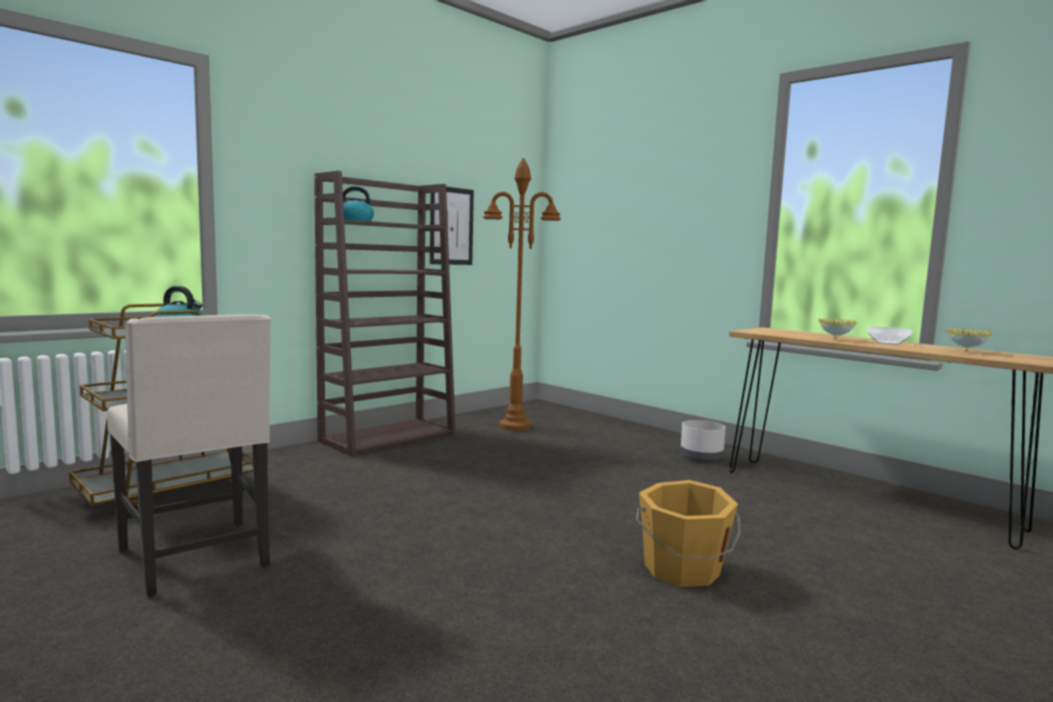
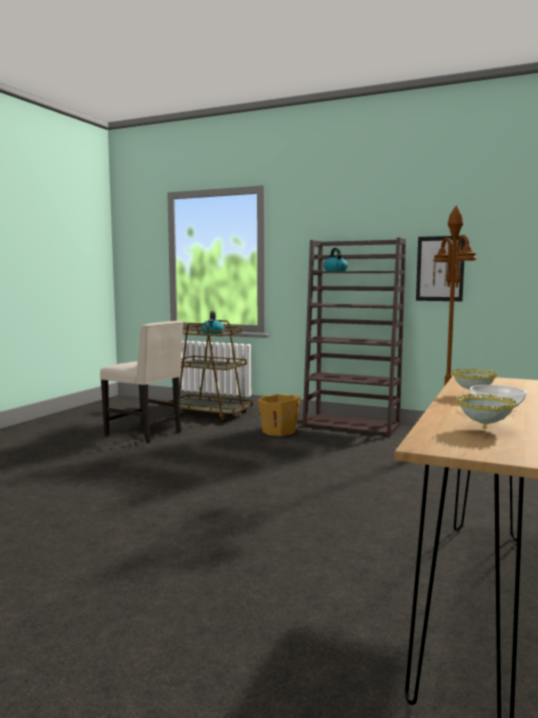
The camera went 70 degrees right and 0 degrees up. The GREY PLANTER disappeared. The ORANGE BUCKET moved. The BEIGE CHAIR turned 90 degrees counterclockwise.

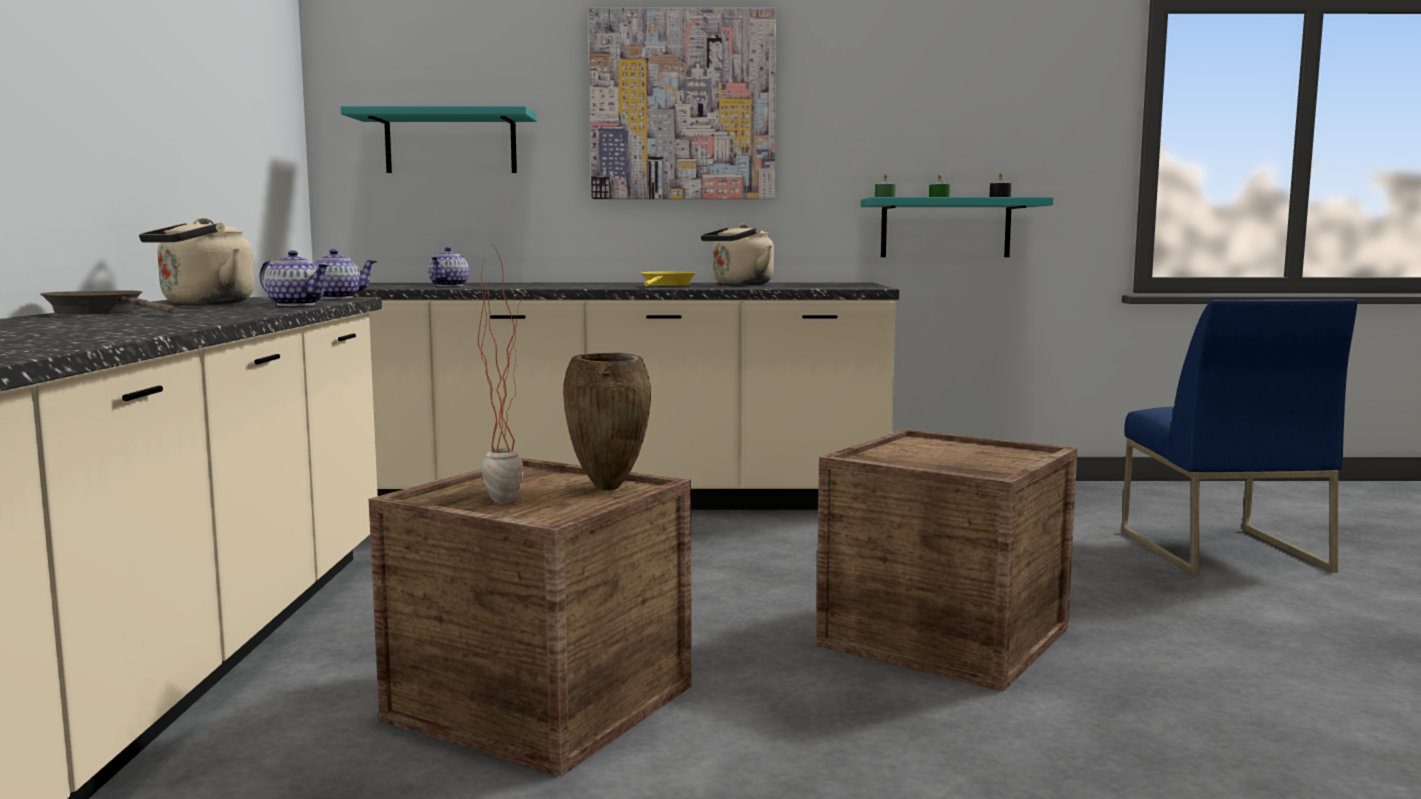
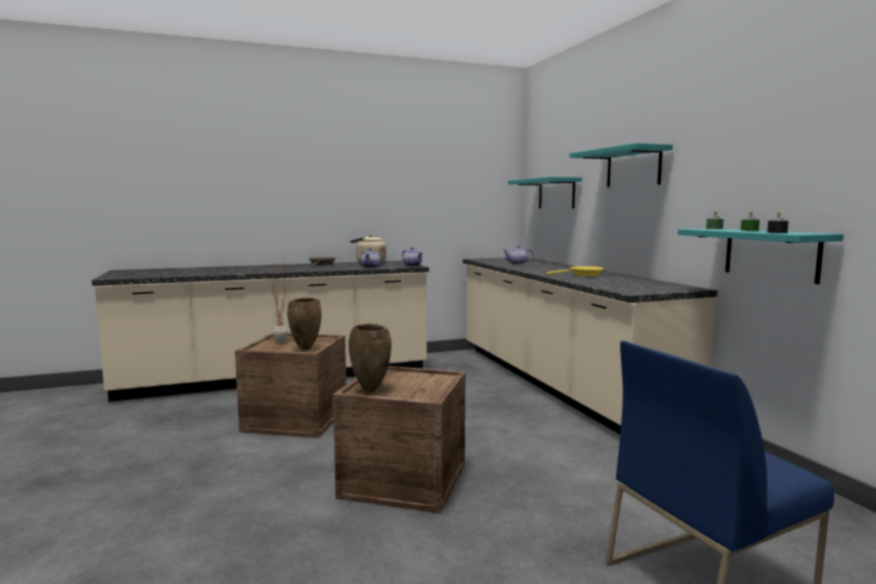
The camera went 70 degrees right and 0 degrees up. The BEIGE KETTLE (2nd from left) disappeared. The BROWN VASE (2nd from left) appeared. The PICTURE was replaced by the TURQUOISE SHELF (2nd from left).

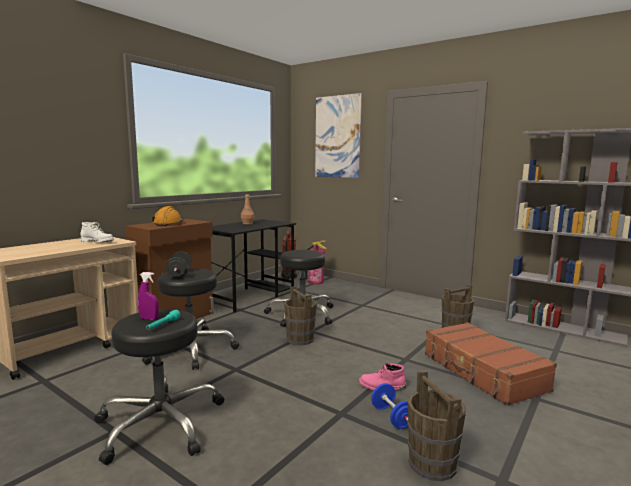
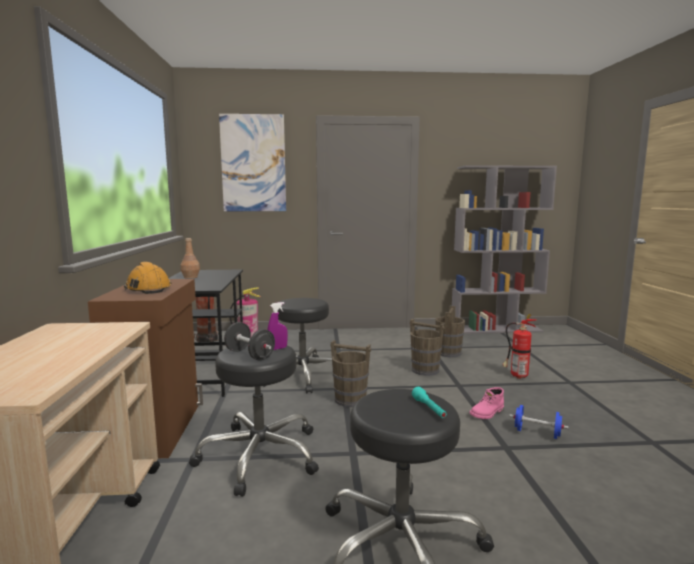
The camera went 40 degrees left and 0 degrees up. The WHITE BOOT disappeared. The PURPLE SPRAY BOTTLE moved. The BROWN BUCKET (2nd from left) moved. The BROWN SUITCASE was replaced by the FIRE EXTINGUISHER (3rd from left).

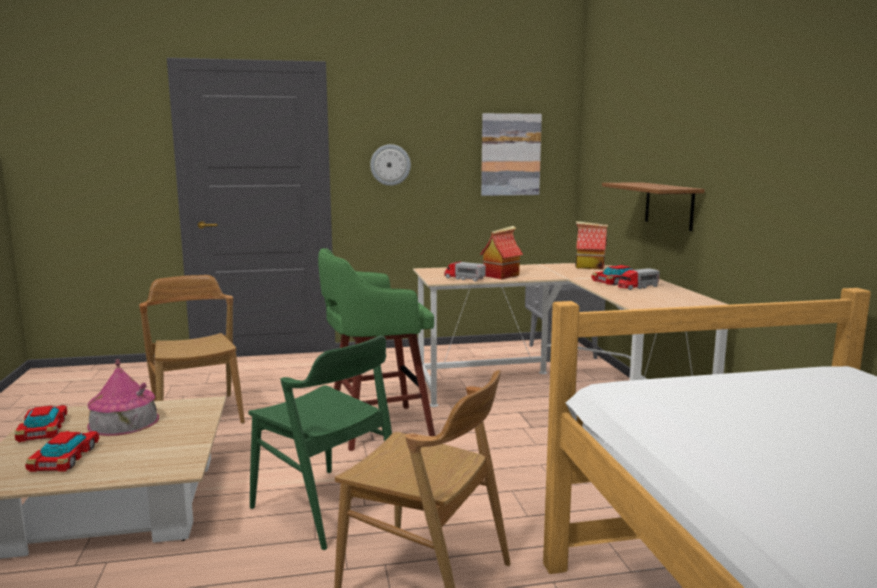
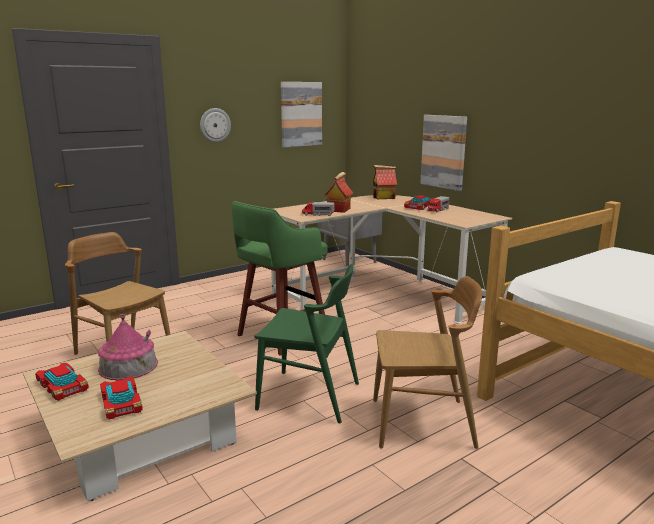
The camera went 25 degrees left and 5 degrees up. The SHELF was replaced by the PICTURE (2nd from left).

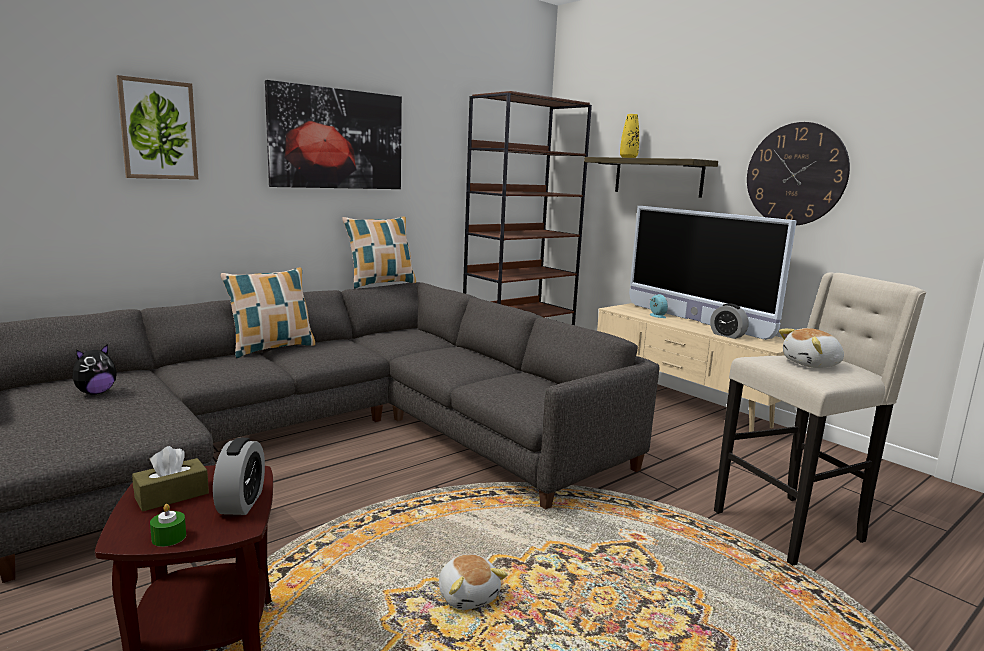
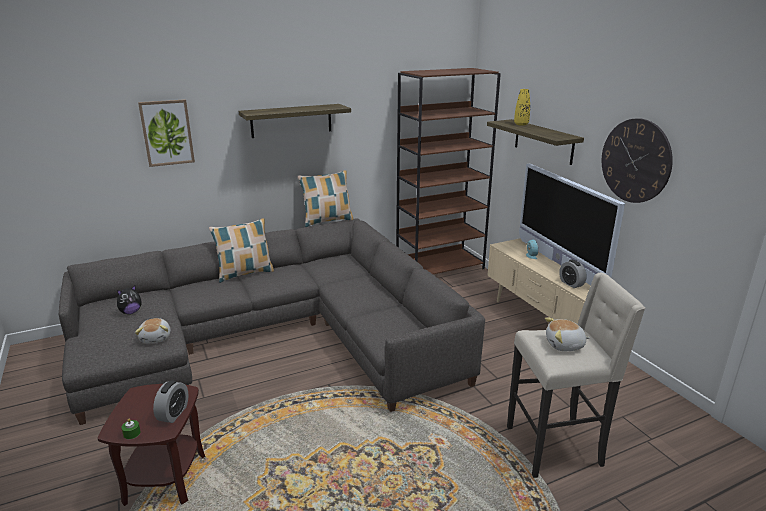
The camera went 15 degrees right and 10 degrees up. The BROWN TISSUE BOX disappeared. The PLUSH TOY (2nd from left) moved. The PICTURE (2nd from left) was replaced by the SHELF (1st from left).

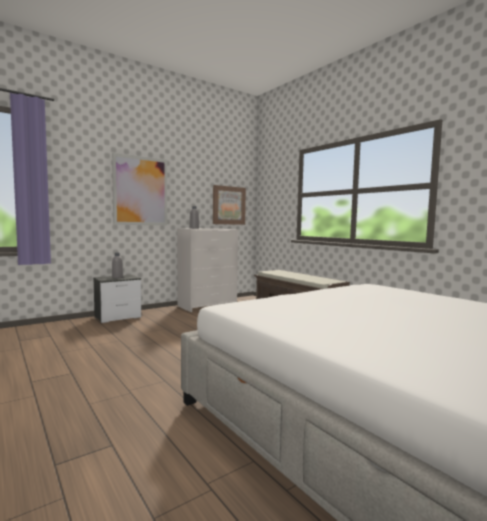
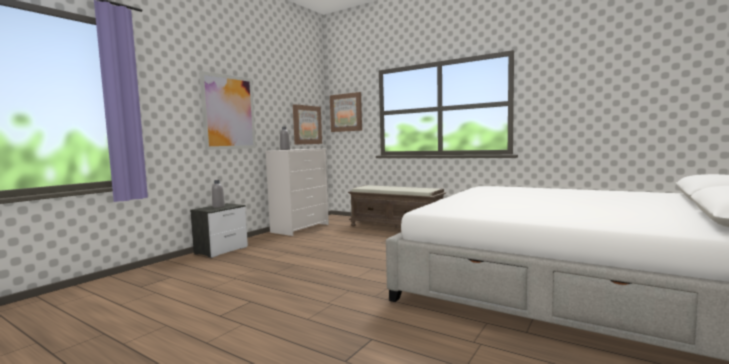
The camera went 20 degrees left and 0 degrees up. The PICTURE (3rd from left) appeared.

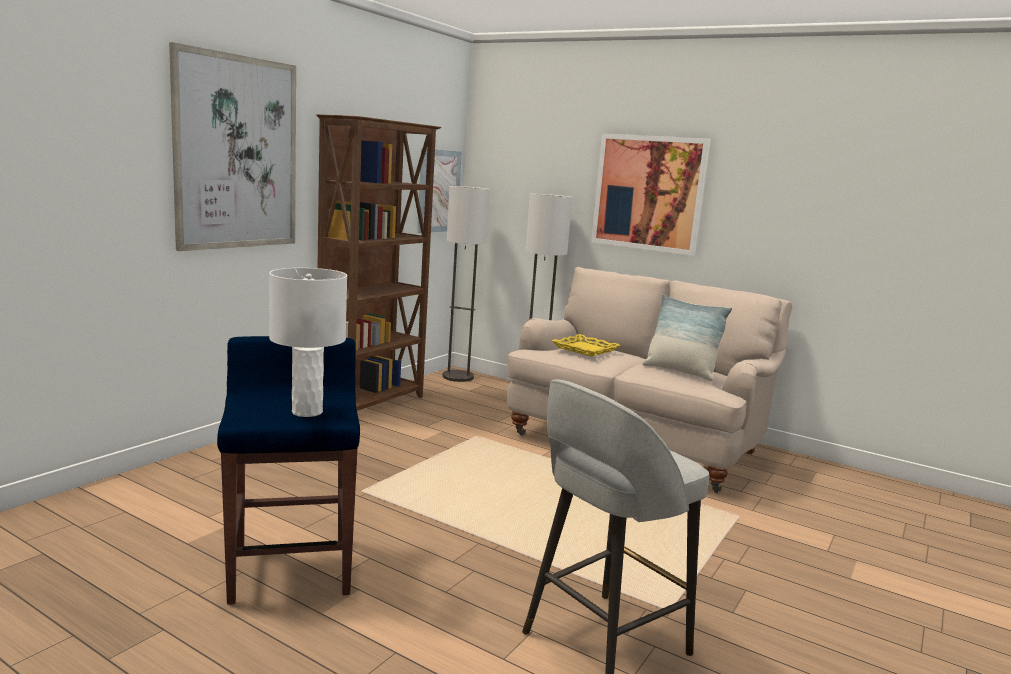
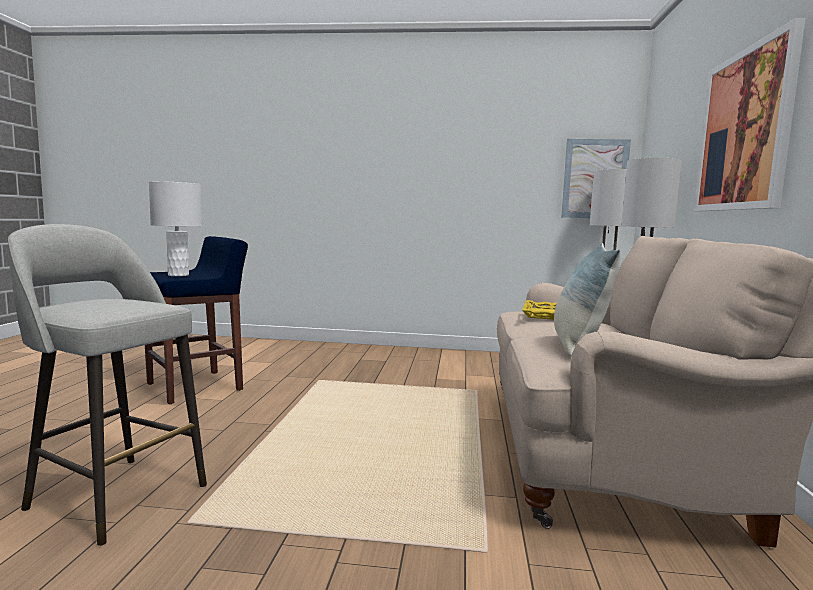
The camera went 65 degrees right and 5 degrees down. The PICTURE (1st from left) disappeared. The BROWN BOOKCASE disappeared.

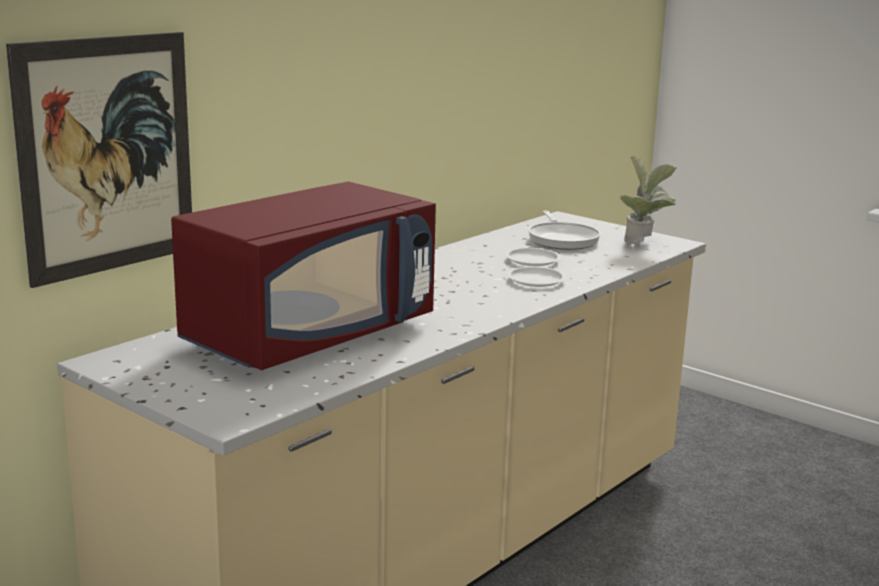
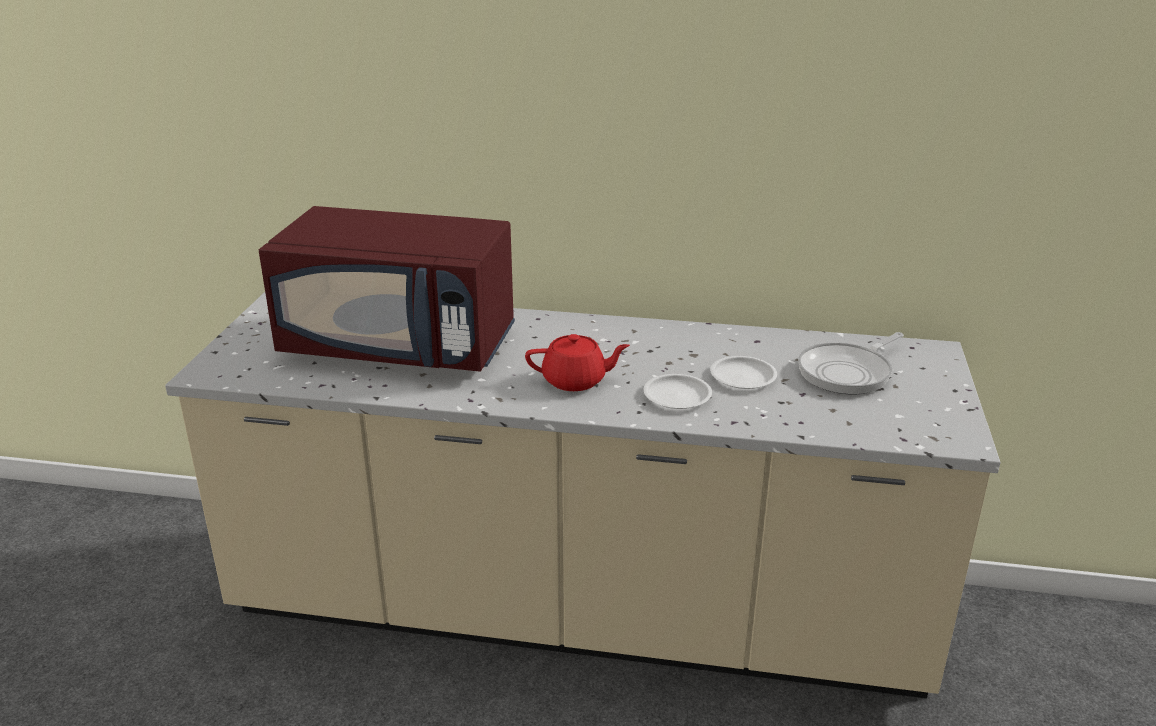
The camera went 60 degrees right and 10 degrees up. The PICTURE disappeared. The POTTED PLANT disappeared. The RED TEAPOT appeared.

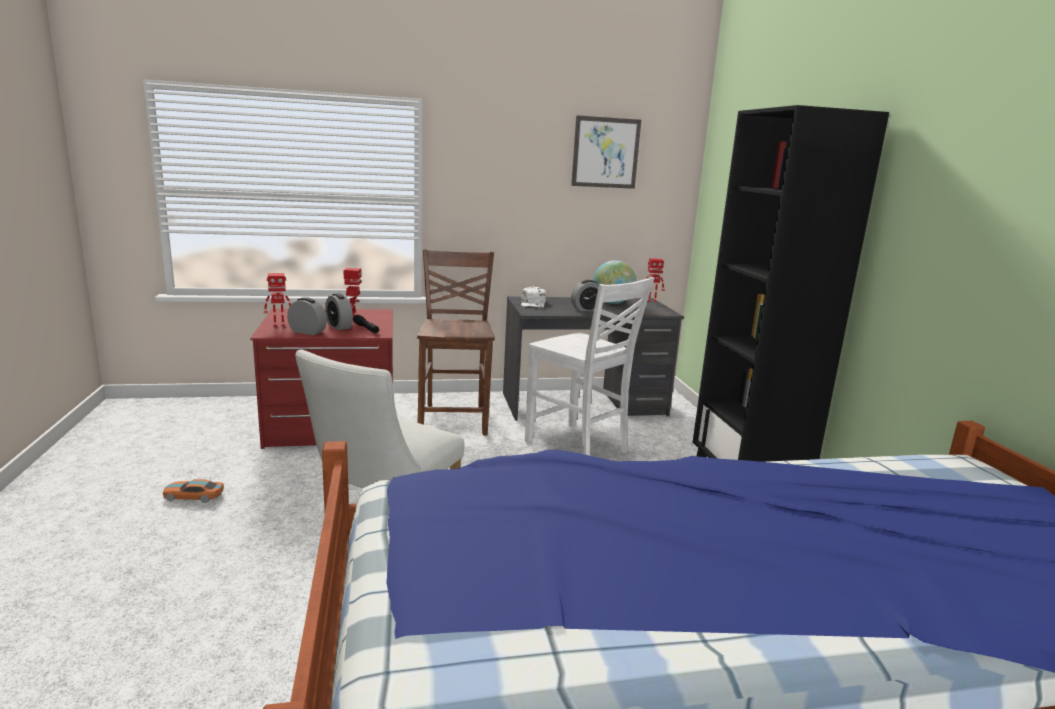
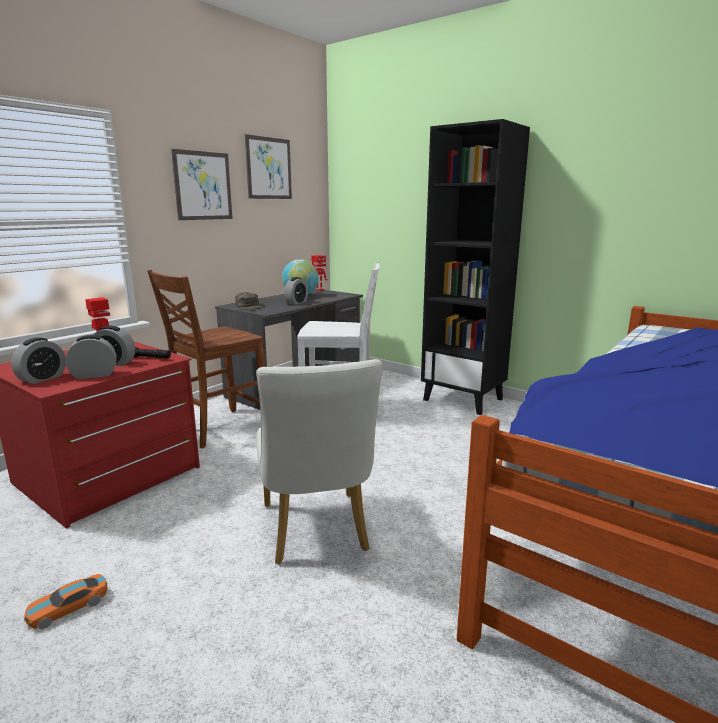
The camera went 40 degrees left and 0 degrees up. The PICTURE (1st from left) appeared. The TOY ROBOT (1st from left) was replaced by the ALARM CLOCK (1st from left). The WHITE CAP became the GREEN CAP. The BROWN CHAIR turned 90 degrees counterclockwise.

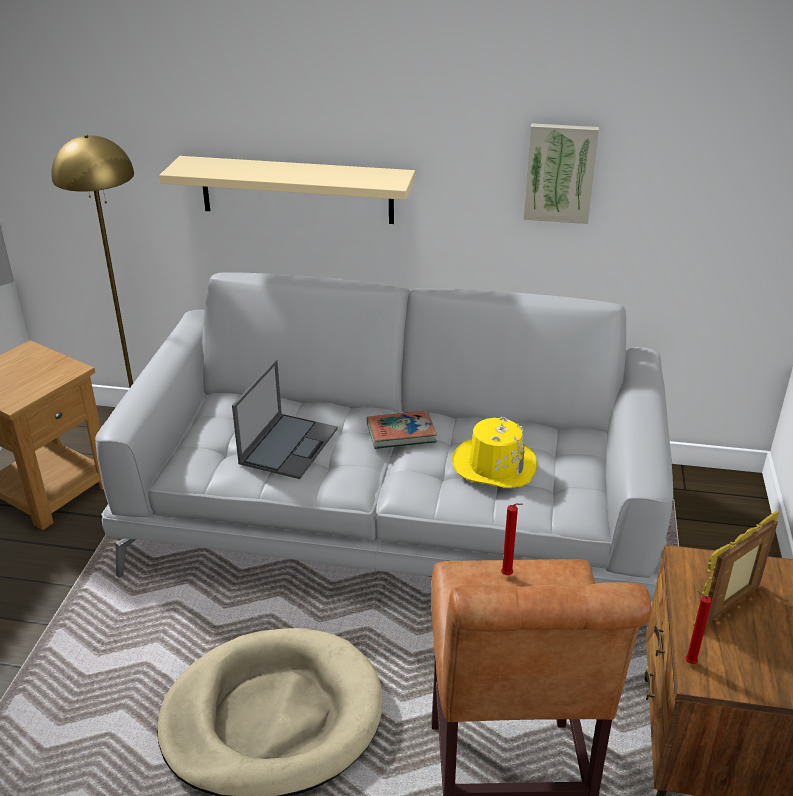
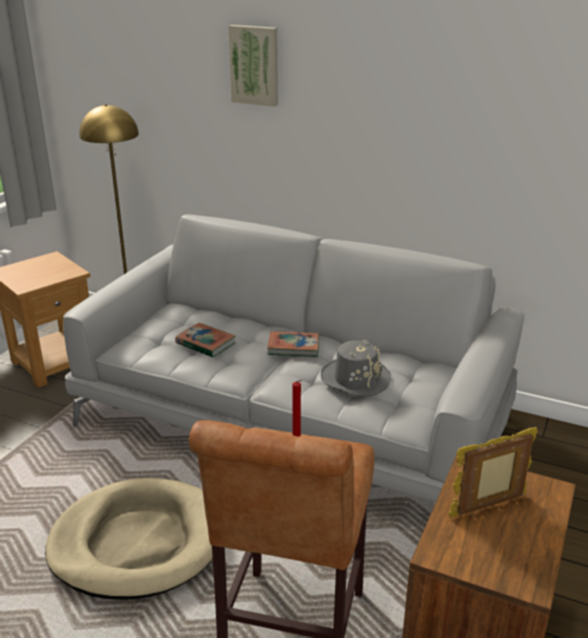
The camera went 15 degrees right and 5 degrees down. The BEIGE SHELF disappeared. The RED CANDLE (2nd from left) disappeared. The PICTURE moved. The LAPTOP was replaced by the BOOK (1st from left). The YELLOW HAT became the GREY HAT.

